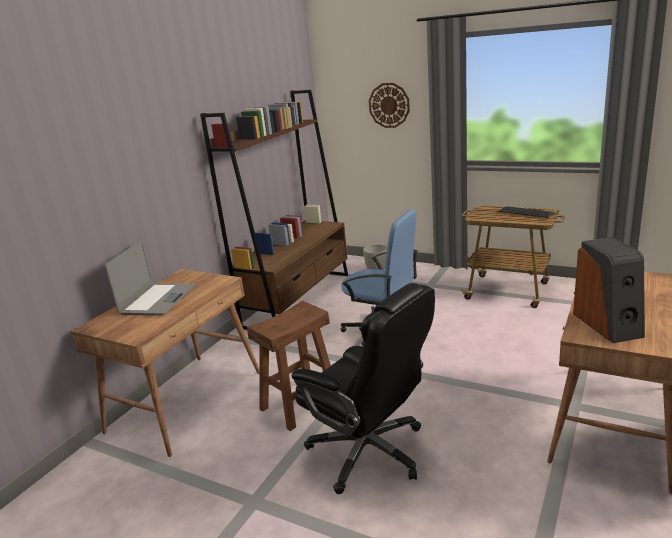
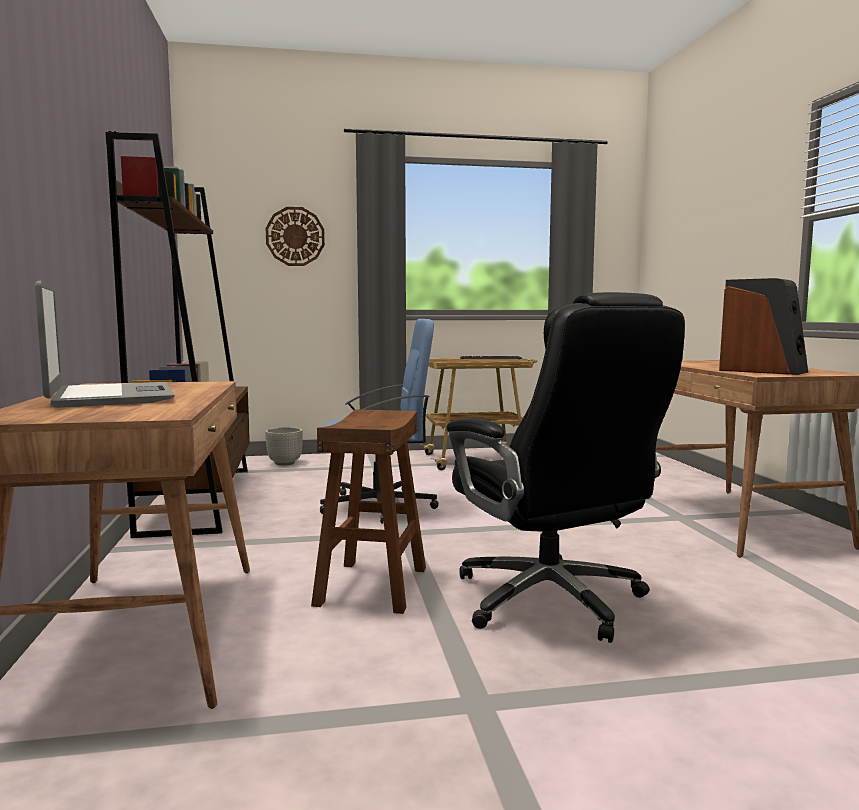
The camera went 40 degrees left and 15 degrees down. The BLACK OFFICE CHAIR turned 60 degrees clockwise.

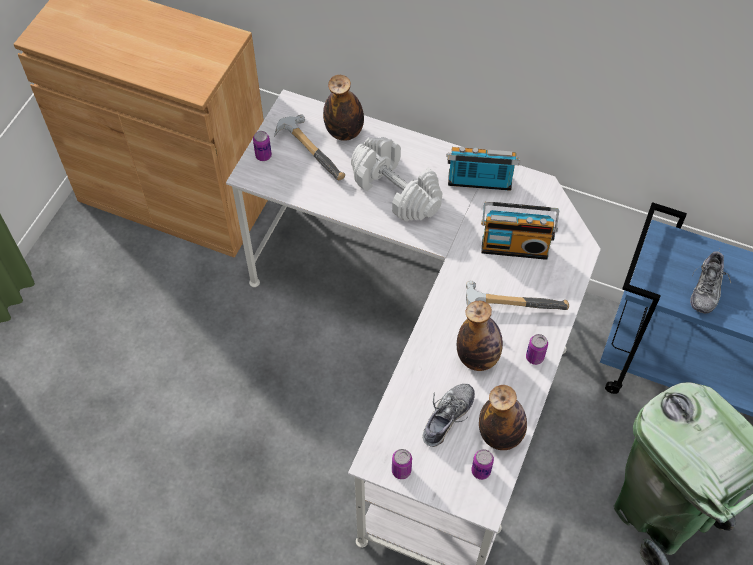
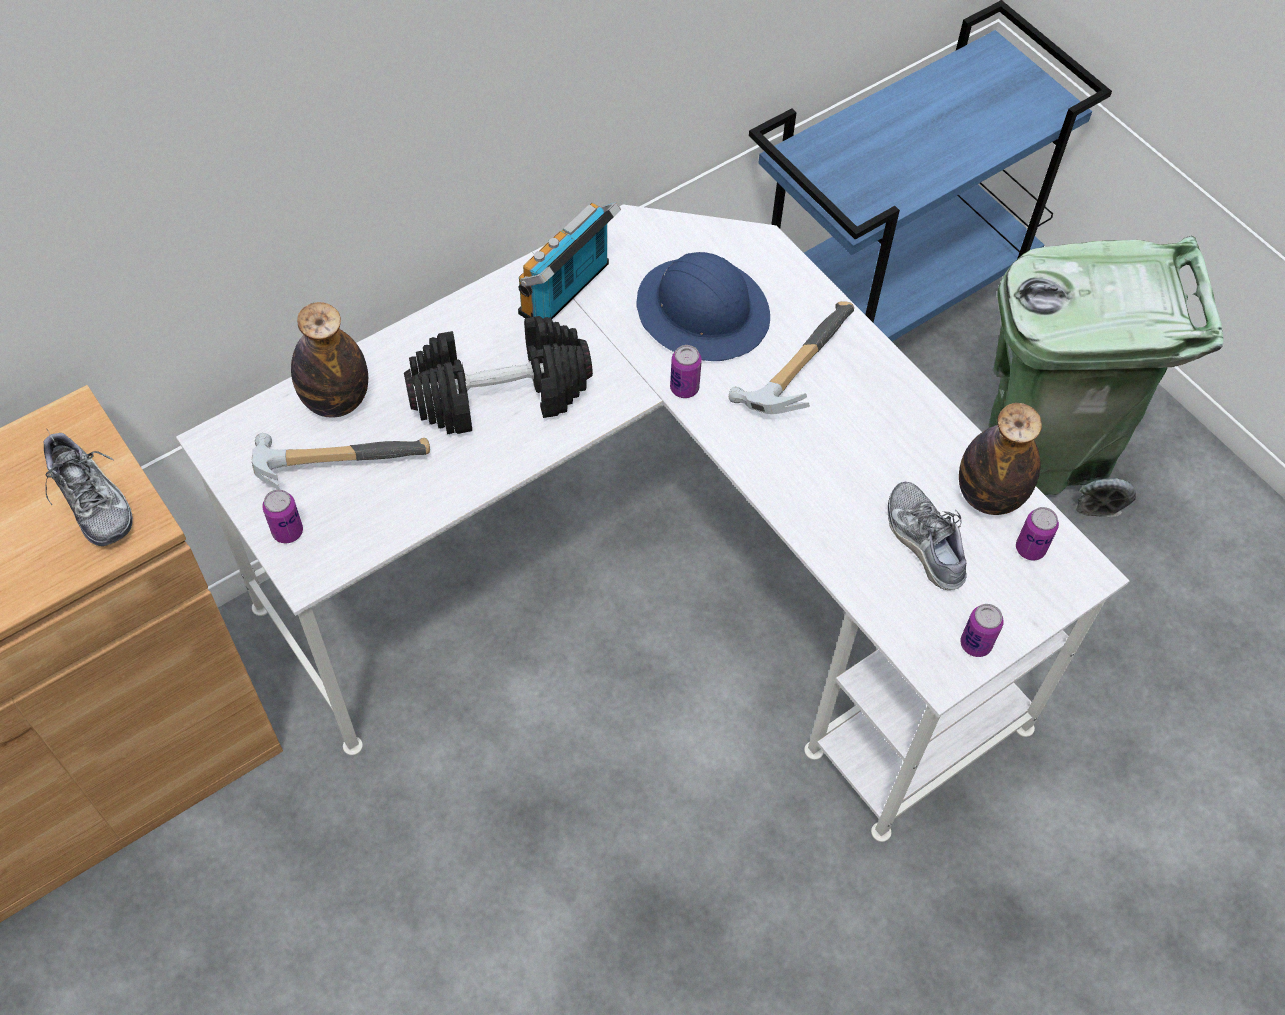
The camera went 60 degrees left and 0 degrees up. The BOTTLE (2nd from left) disappeared. The CAN (4th from left in the first image) moved. The SHOE (2nd from left in the first image) moved. The RADIO (2nd from left) was replaced by the BLUE HARD HAT. The WHITE DUMBBELL became the BLACK DUMBBELL.

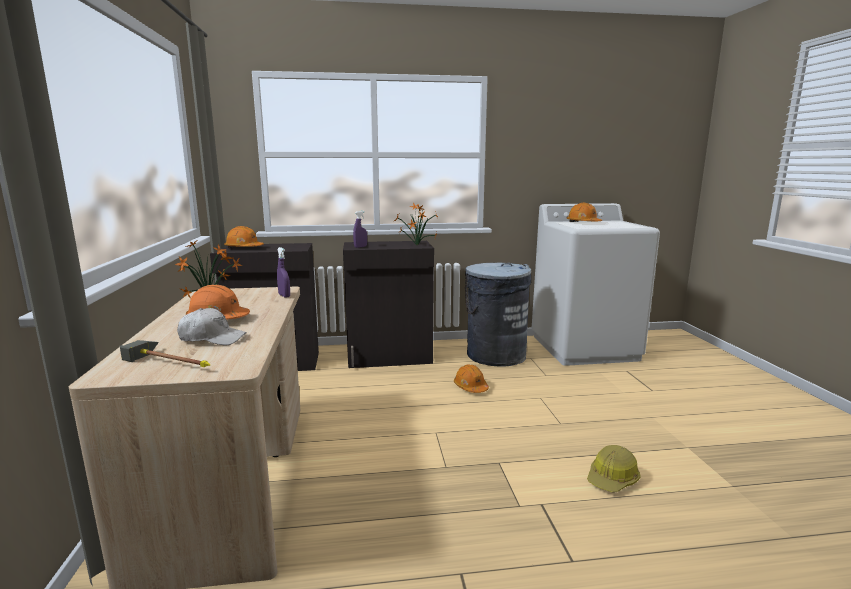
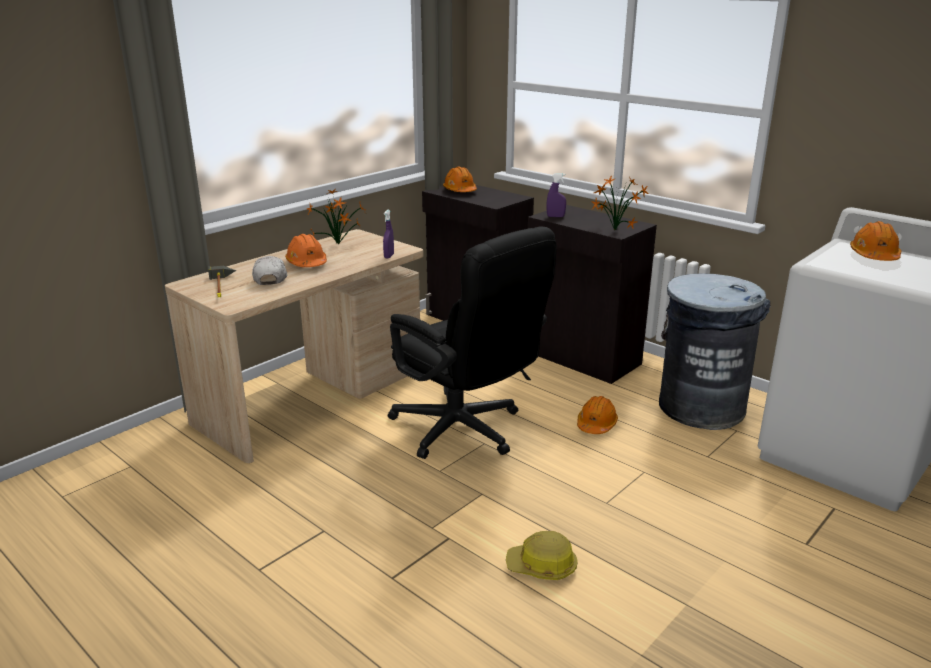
The camera went 50 degrees right and 10 degrees up. The BLACK OFFICE CHAIR appeared. The WHITE CAP turned 150 degrees counterclockwise.

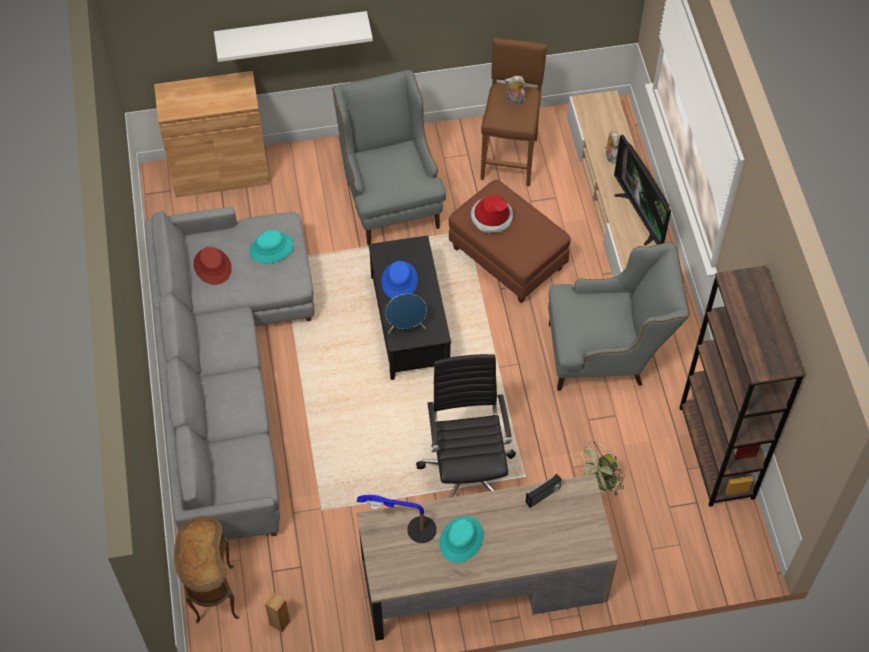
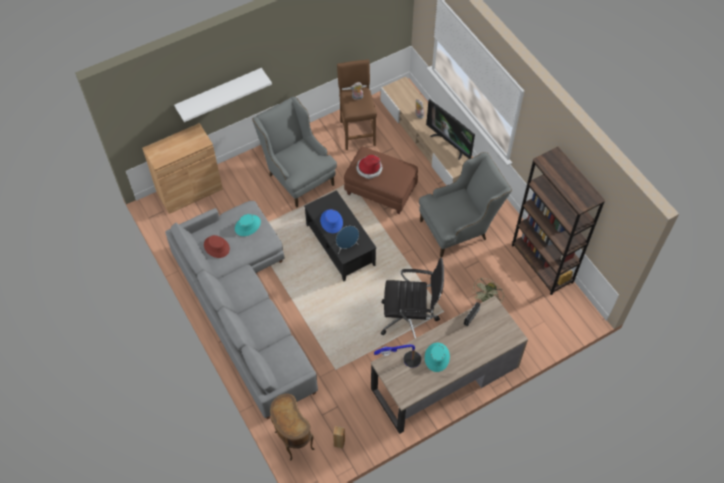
The camera went 20 degrees left and 0 degrees up. The BLACK OFFICE CHAIR turned 120 degrees clockwise.

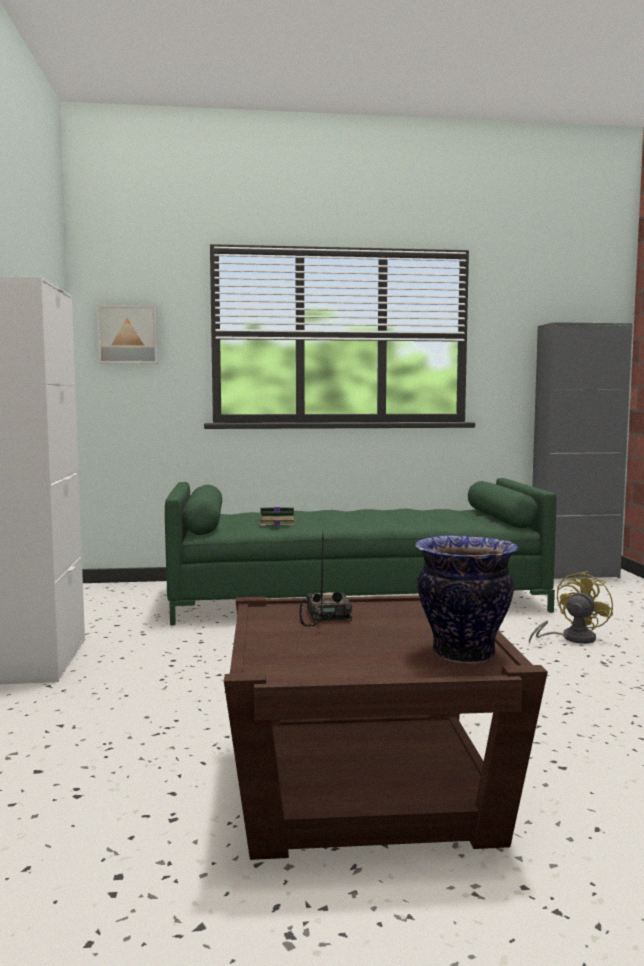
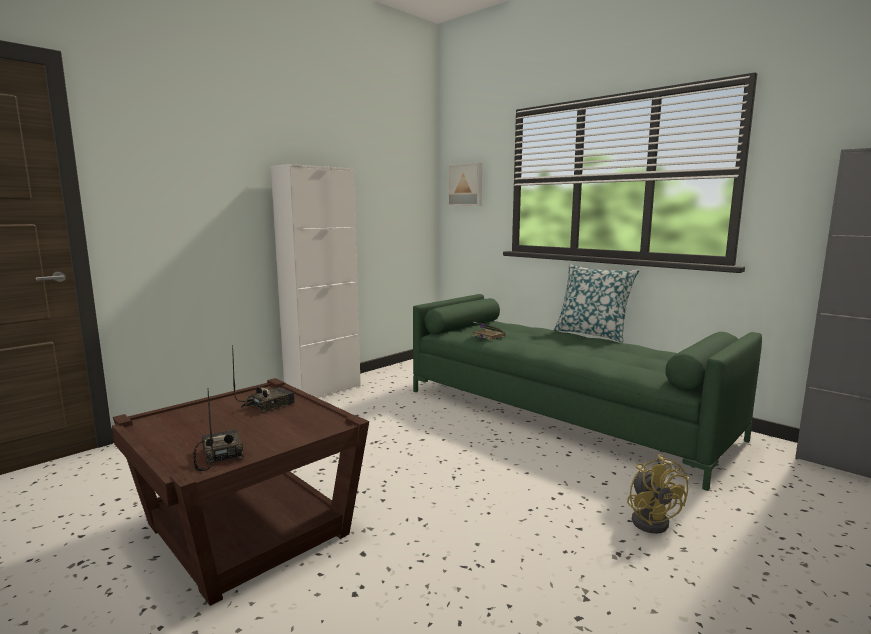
The camera went 50 degrees right and 5 degrees up. The PILLOW appeared. The VASE was replaced by the RADIO (1st from left). The YELLOW FAN turned 75 degrees clockwise.

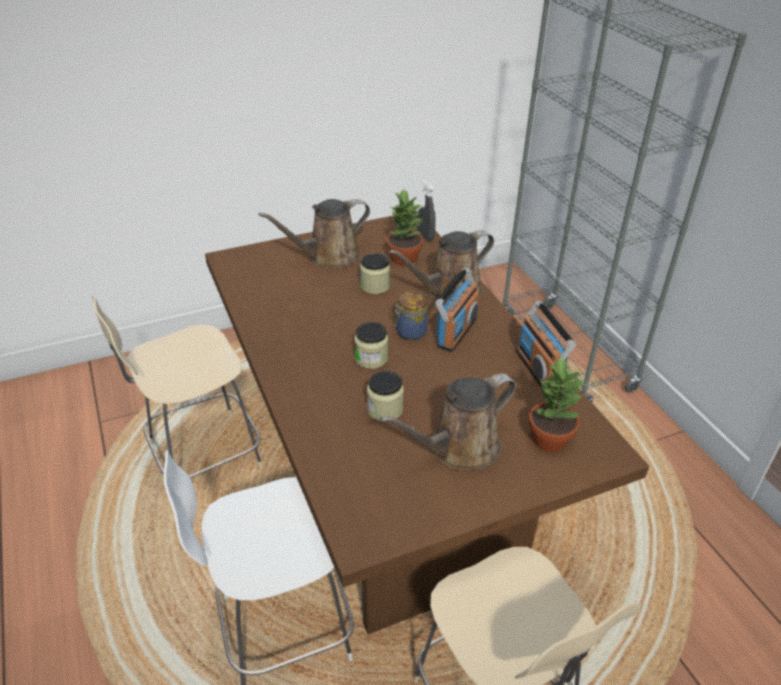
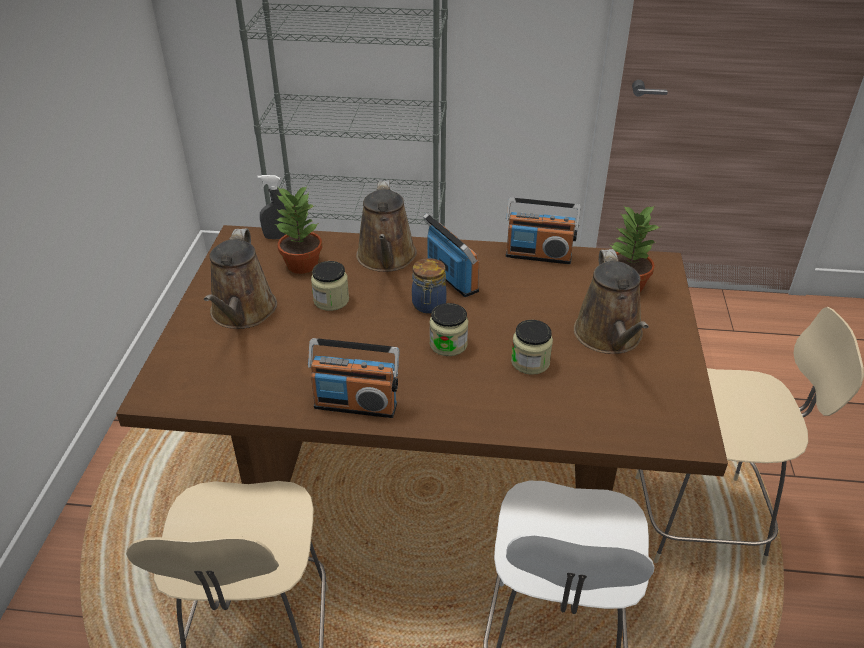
The camera went 60 degrees left and 0 degrees up. The RADIO (1st from left) appeared.

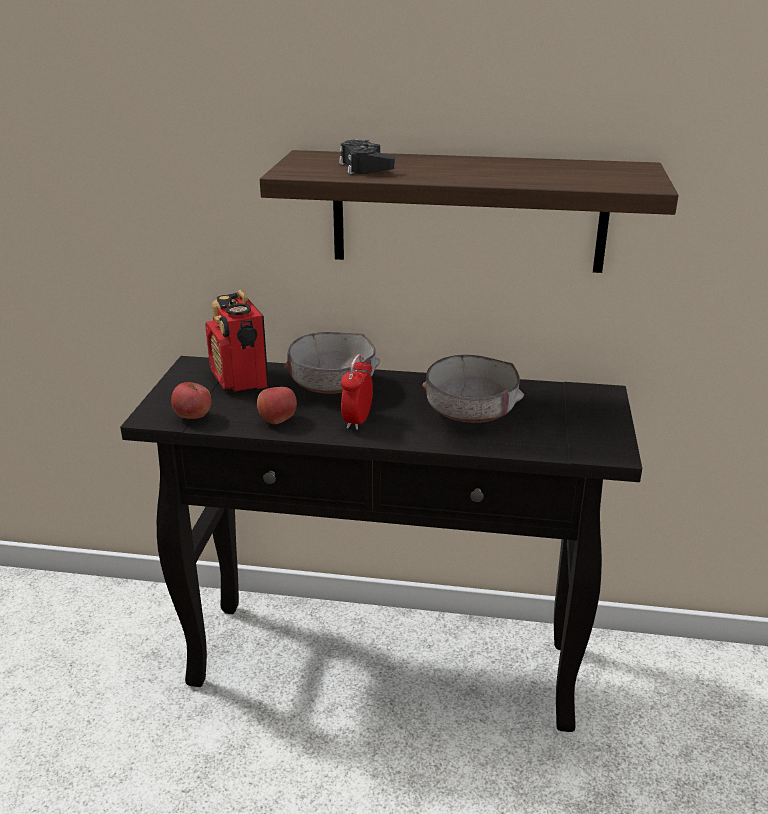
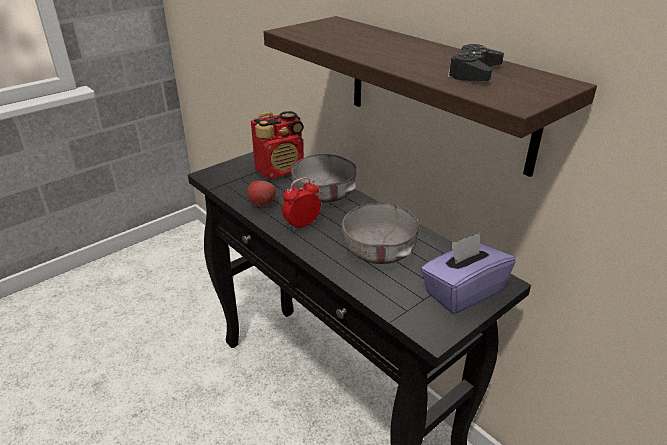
The camera went 40 degrees right and 5 degrees up. The APPLE (1st from left) disappeared. The PURPLE TISSUE BOX appeared. The BLACK GAME CONTROLLER moved. The RADIO turned 135 degrees counterclockwise.

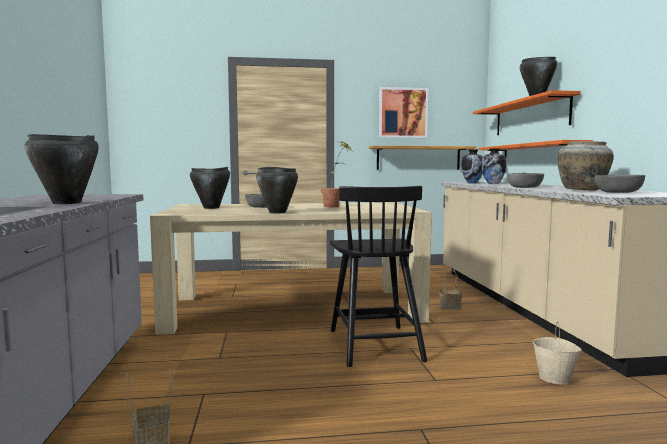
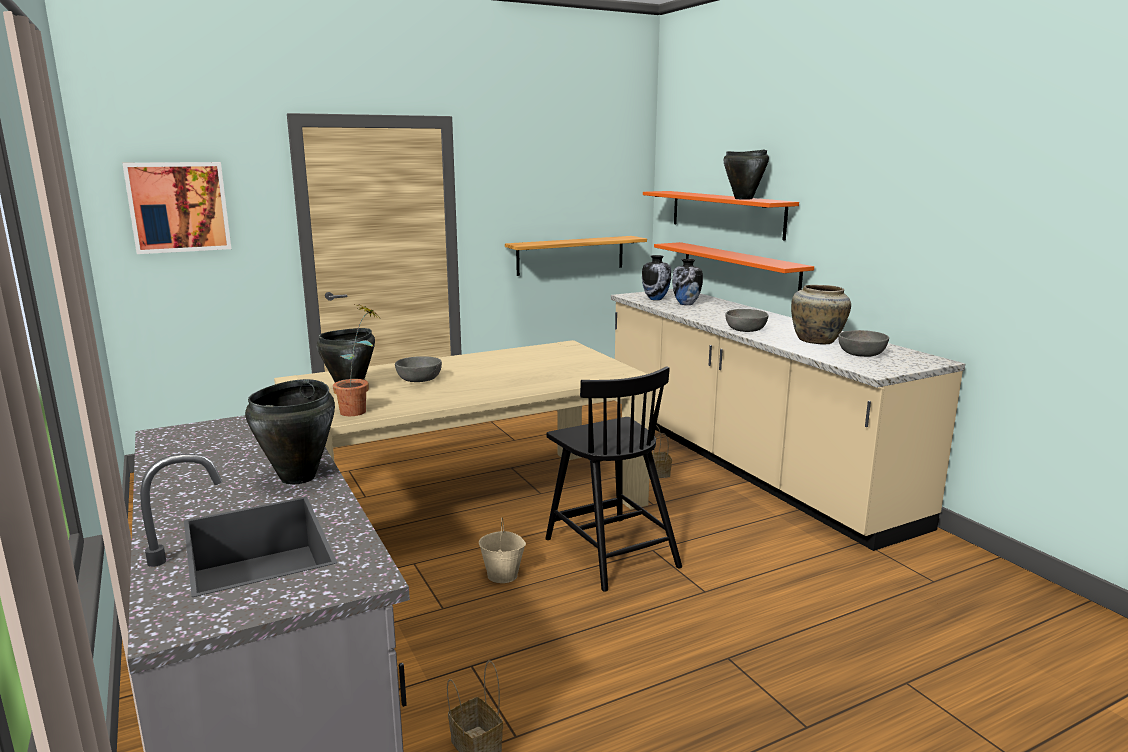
The camera went 20 degrees left and 10 degrees up. The BLACK COOKING POT (3rd from left) disappeared. The POTTED PLANT moved. The PICTURE moved. The BEIGE BUCKET moved.

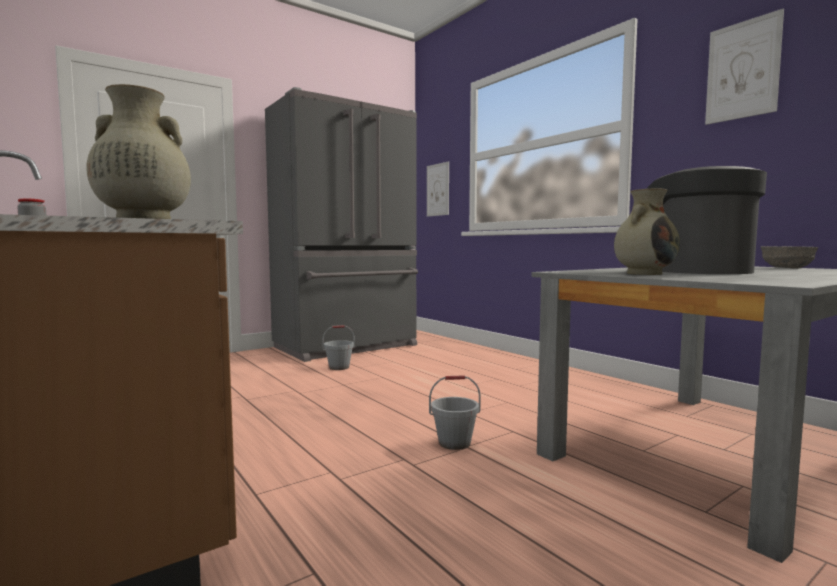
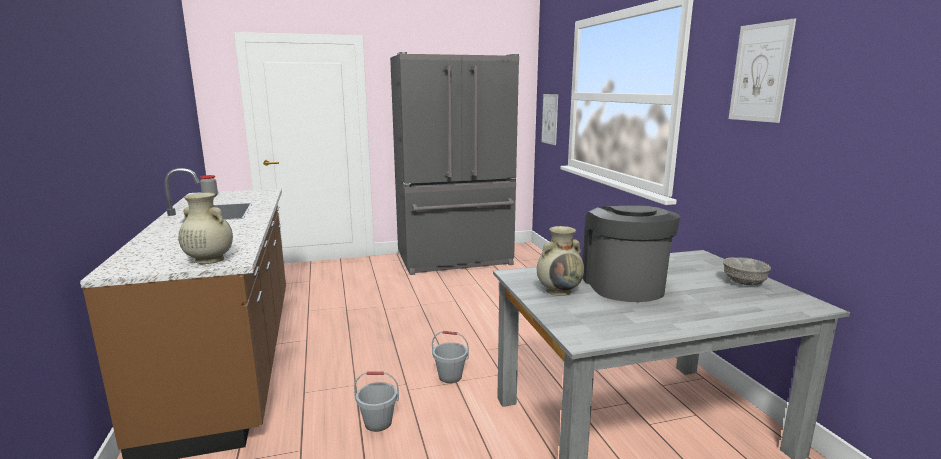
The camera went 20 degrees right and 10 degrees up. The GREY BUCKET (1st from left) moved.

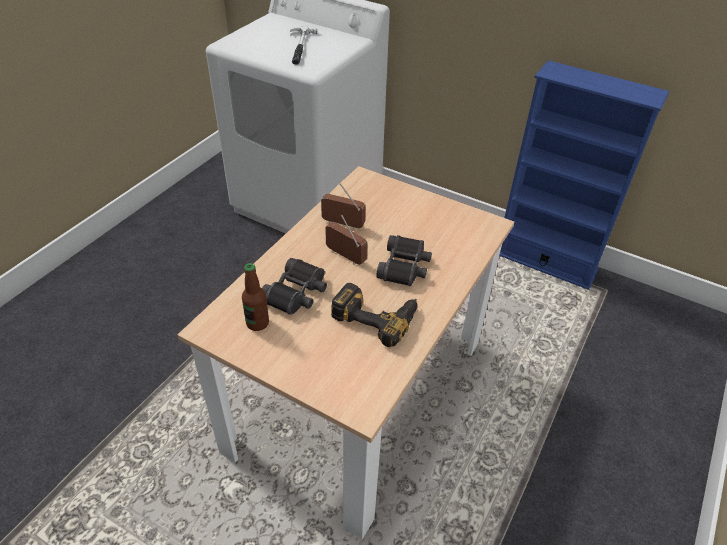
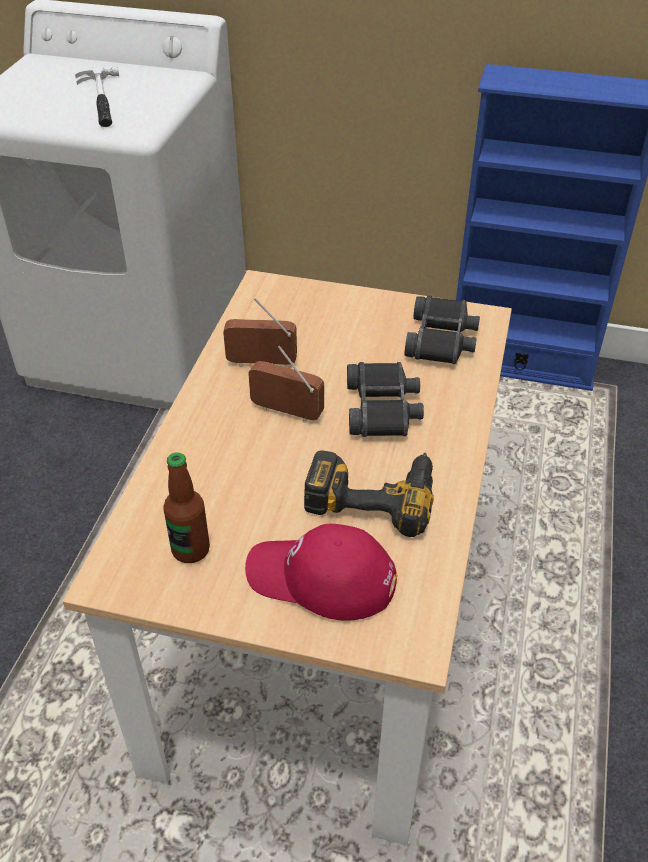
The camera went 15 degrees left and 0 degrees up. The RED CAP appeared. The BLACK BINOCULARS (1st from left in the first image) moved.

